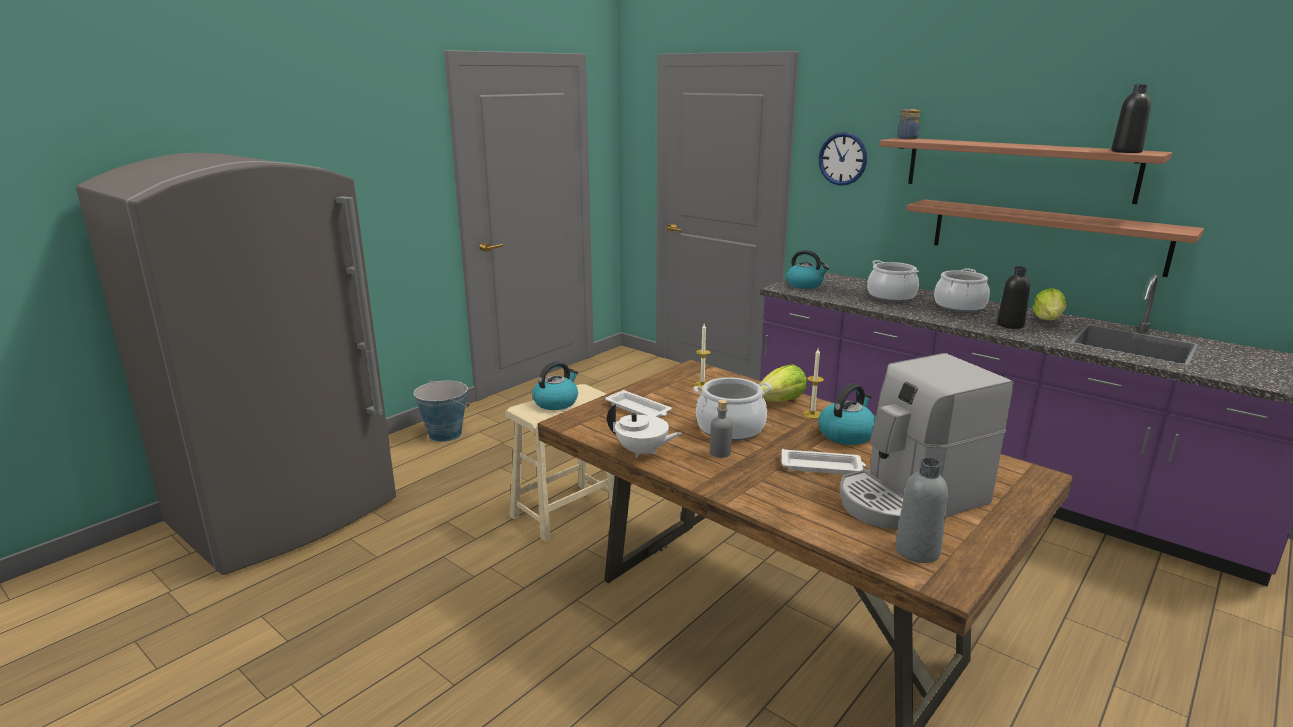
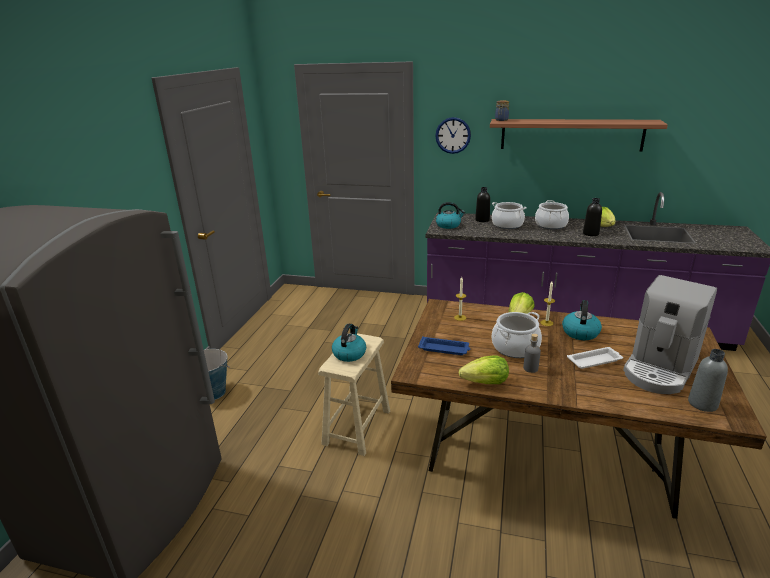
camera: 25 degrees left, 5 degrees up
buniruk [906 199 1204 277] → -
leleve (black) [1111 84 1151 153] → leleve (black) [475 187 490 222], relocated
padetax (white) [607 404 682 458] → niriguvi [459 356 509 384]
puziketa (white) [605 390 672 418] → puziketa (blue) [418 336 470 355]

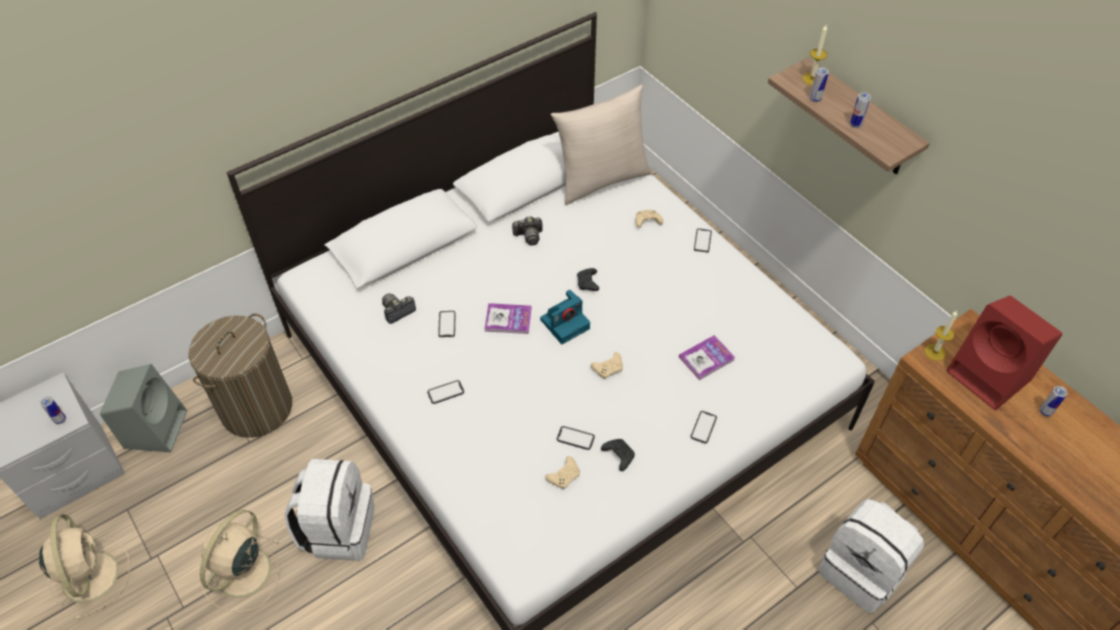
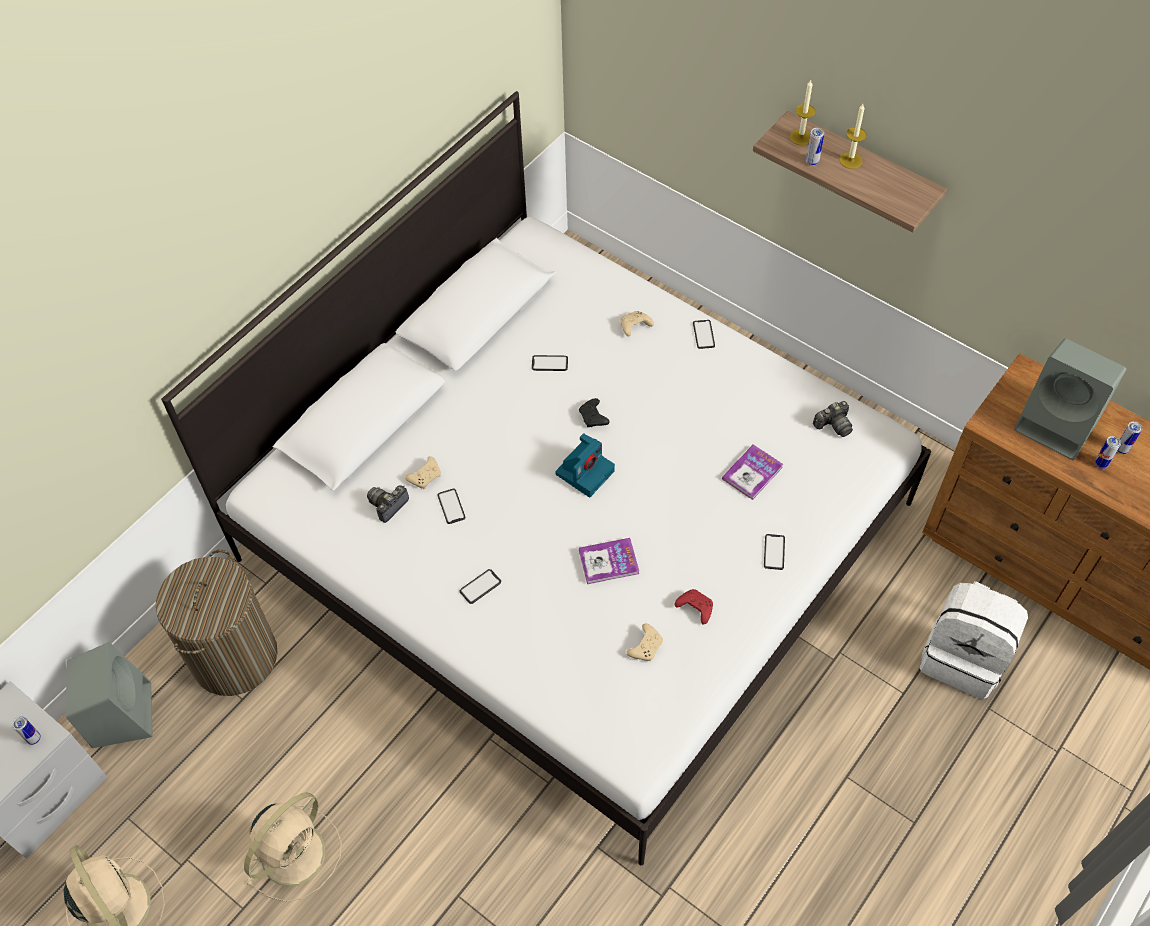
camera: 15 degrees left, 5 degrees up
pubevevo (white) [284 459 374 561] → -
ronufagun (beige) [551 84 653 205] → -
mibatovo [485 303 531 334] → mibatovo [579 538 639 584], relocated
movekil [512 216 543 245] → movekil [813 401 853 437], relocated
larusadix [557 426 595 450] → larusadix [532 355 568 371], relocated
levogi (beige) [591 352 623 379] → levogi (beige) [405 456 441 489], relocated
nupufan [850 93 871 128] → nupufan [1095 436 1121 469], relocated
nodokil [924 311 958 361] → nodokil [839 104 866 169], relocated
levogi (black) [601 439 635 471] → levogi (red) [674 589 713 625]
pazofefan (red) [946 296 1062 410] → pazofefan (grey) [1014 338 1126 461]
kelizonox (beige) [200 509 280 612] → kelizonox (beige) [244 793 342 902], 150 degrees counterclockwise

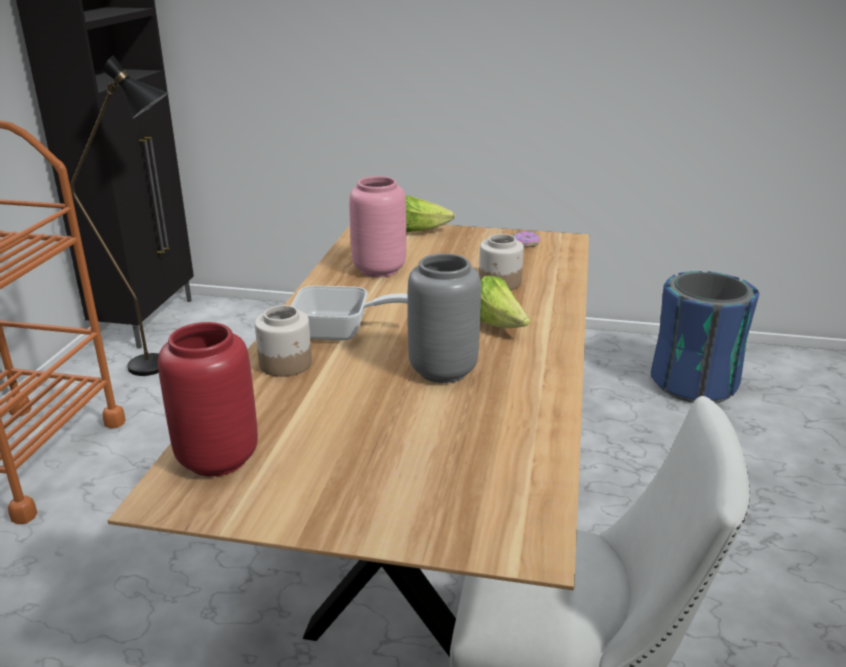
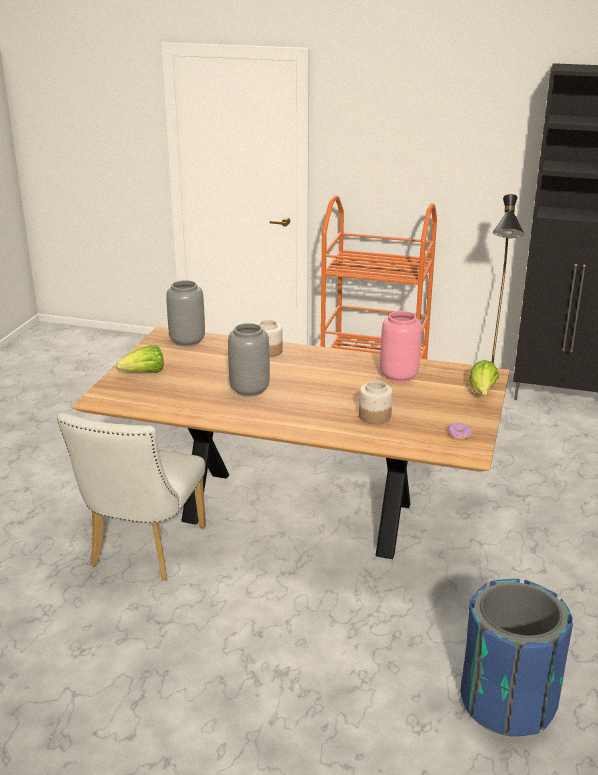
camera: 95 degrees right, 0 degrees up
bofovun [291 285 407 340] → -
niriguvi [480 276 530 328] → niriguvi [116 345 164 373], relocated
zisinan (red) [158 322 258 477] → zisinan (grey) [166 280 205 347]

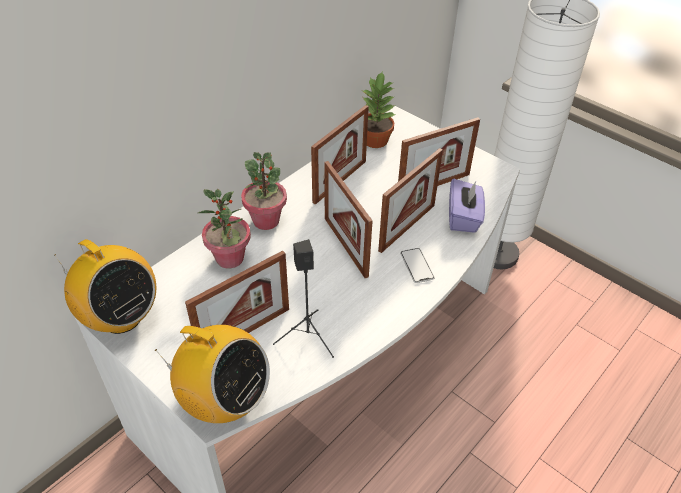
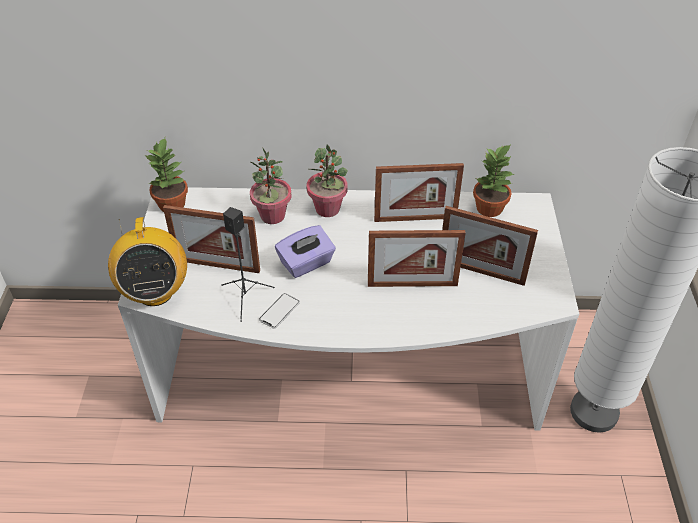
camera: 50 degrees right, 0 degrees up
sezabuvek [324 161 373 278] → -
larusadix [400 248 434 283] → larusadix [259 293 300 329], relocated
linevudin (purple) [449 178 485 233] → linevudin (purple) [275 225 336 278], relocated
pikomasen [55 239 156 334] → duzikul [145 138 188 212]

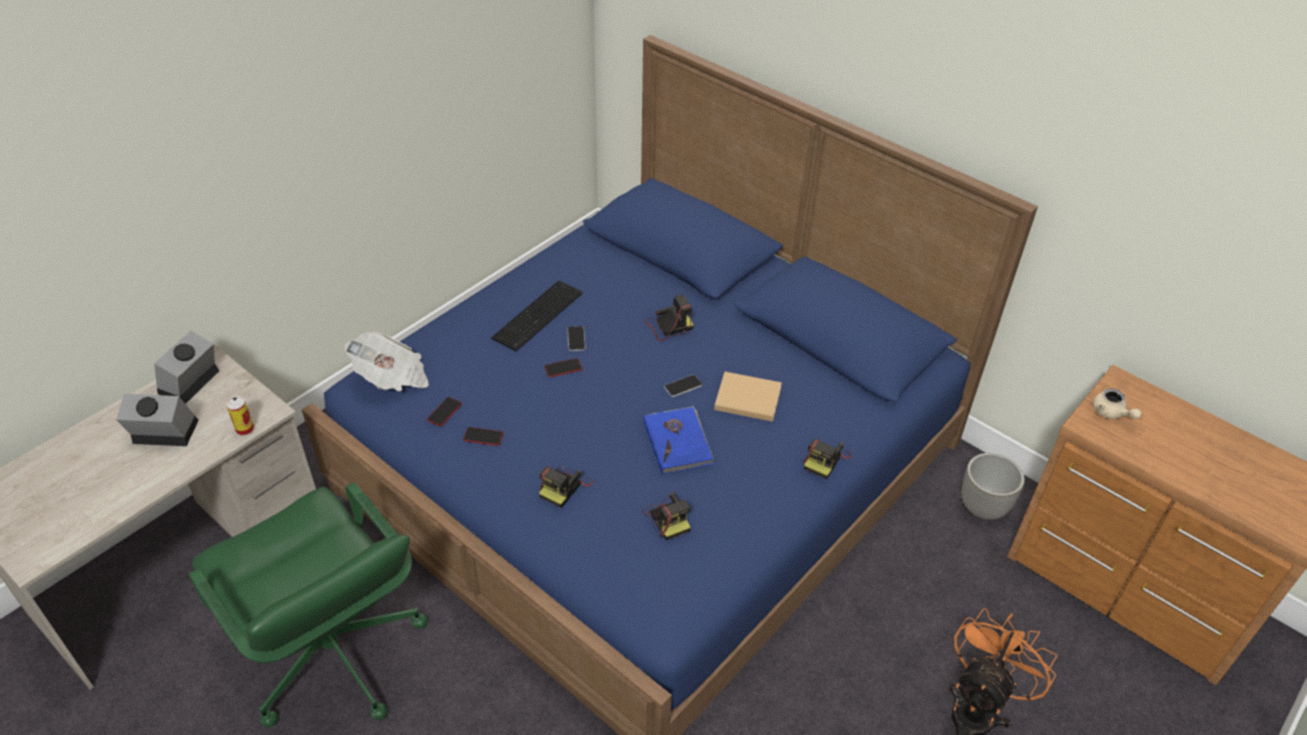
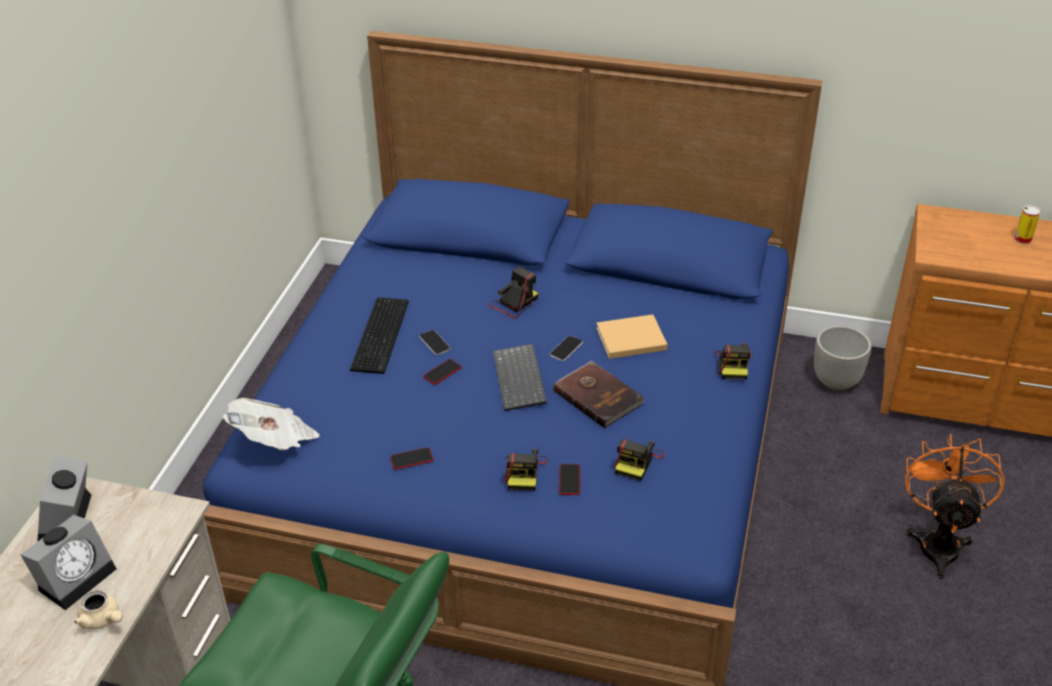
camera: 25 degrees left, 5 degrees down
- → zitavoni [493 344 547 411]
nupufan [226 396 255 436] → nupufan [1014 205 1041 245], relocated
larusadix [427 397 462 426] → larusadix [559 464 580 495], relocated
padetax (beige) [1093 388 1141 419] → padetax (beige) [74 590 123 630], relocated
mibatovo (blue) [643 406 714 475] → mibatovo (brown) [554 360 644 428]
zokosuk [116 394 199 446] → zokosuk [20 515 116 610], 150 degrees clockwise
movekil [642 492 691 540] → movekil [614 439 664 481], 75 degrees clockwise

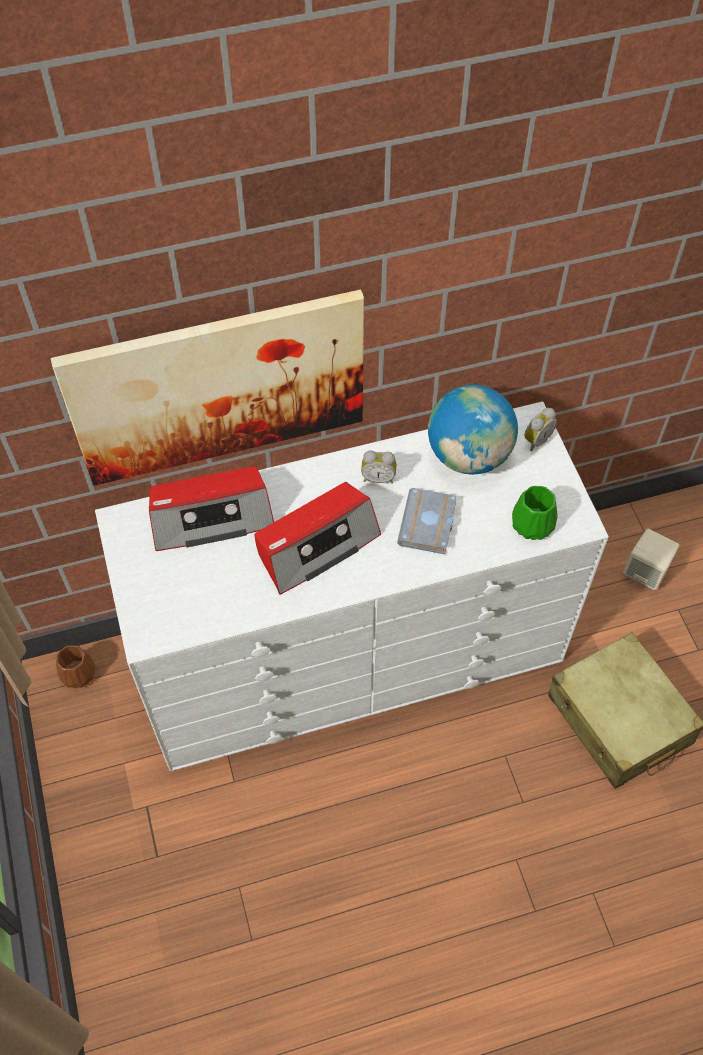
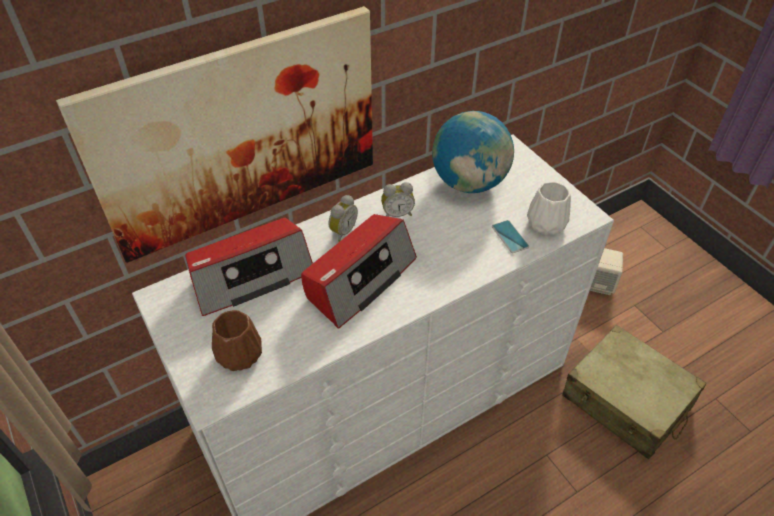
camera: 15 degrees left, 10 degrees down
mibatovo (grey) [397 488 457 554] → -
- → larusadix [492 220 529 253]
zisinan (brown) [56 645 95 688] → zisinan (brown) [212 310 262 371], relocated
zokosuk [524 408 557 451] → zokosuk [328 195 358 242], relocated
zisinan (green) [512 486 558 540] → zisinan (white) [527 182 571 235]

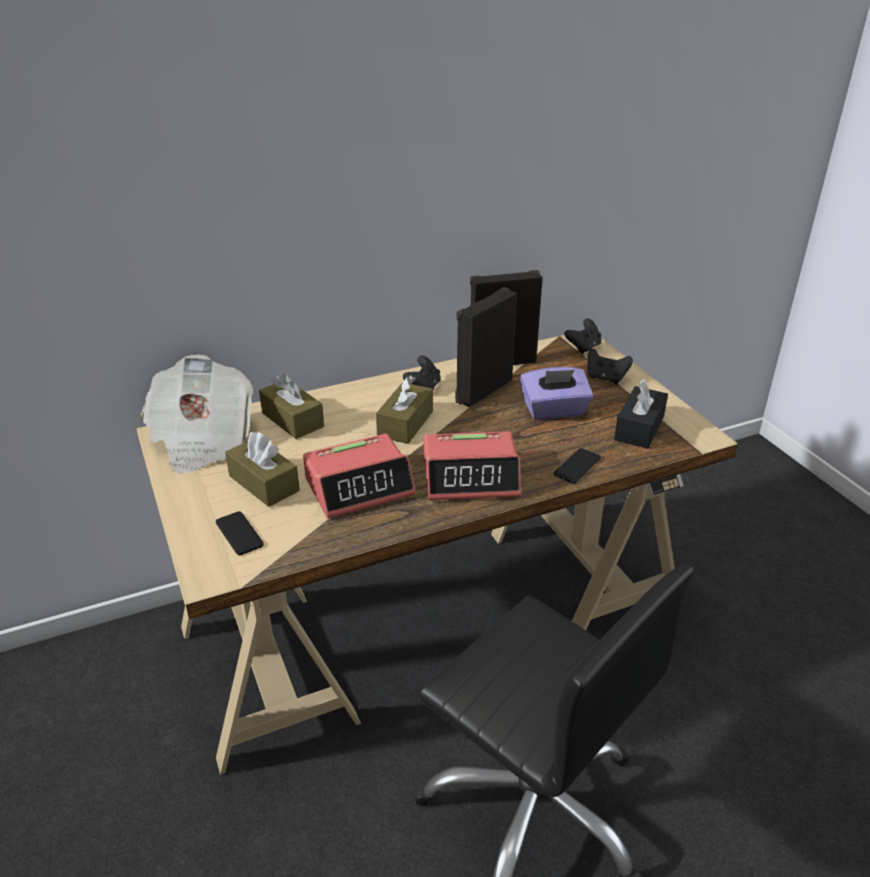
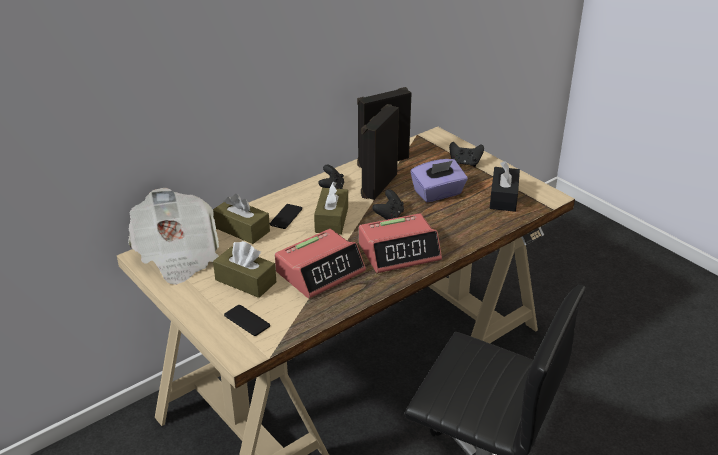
camera: 15 degrees left, 0 degrees up
larusadix [554 448 601 484] → larusadix [270 204 302 229], relocated
levogi (black) [564 318 601 354] → levogi (black) [372 189 404 220], relocated

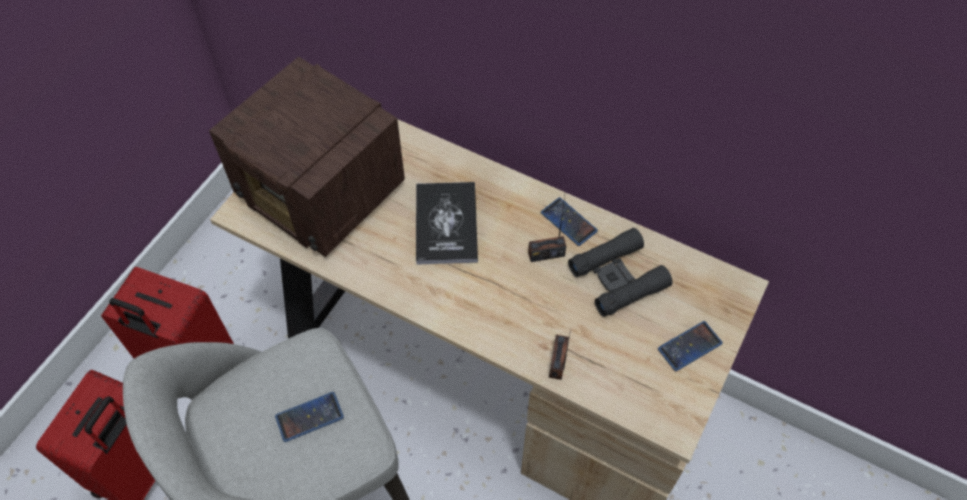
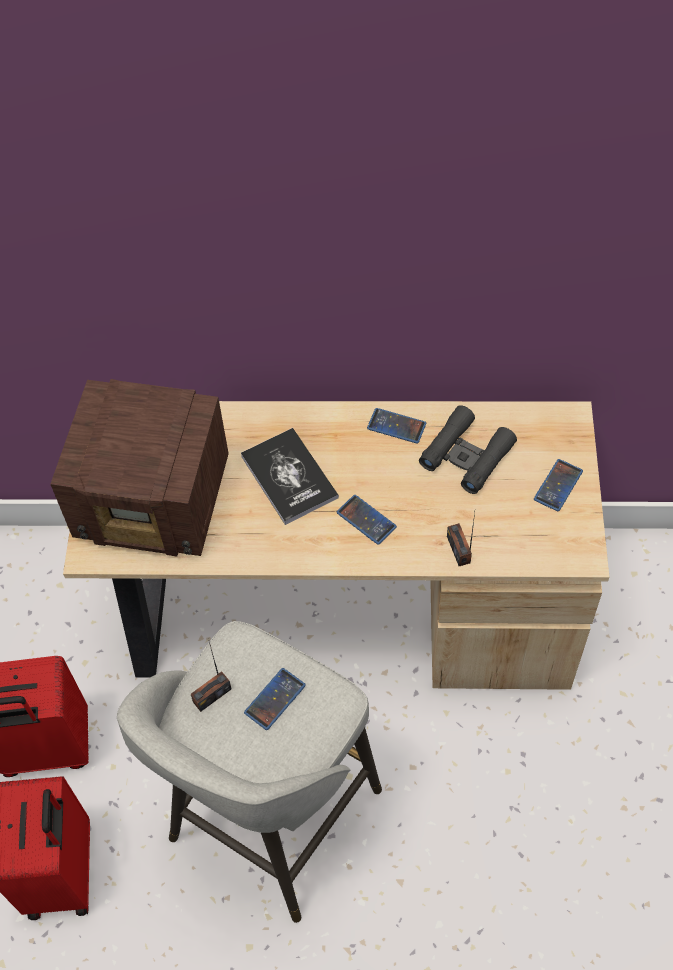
camera: 25 degrees left, 0 degrees up
- → larusadix [337 495 397 545]
pikomasen [528 196 566 262] → pikomasen [191 642 231 712], relocated

